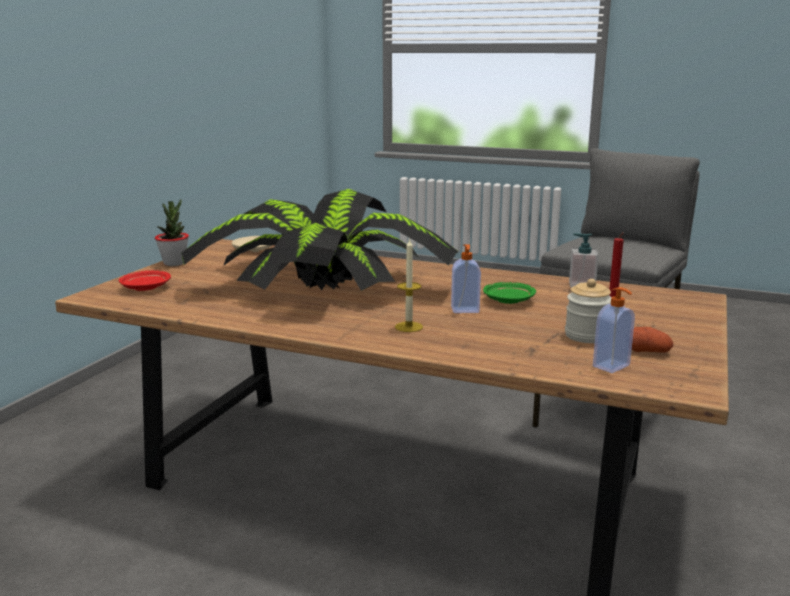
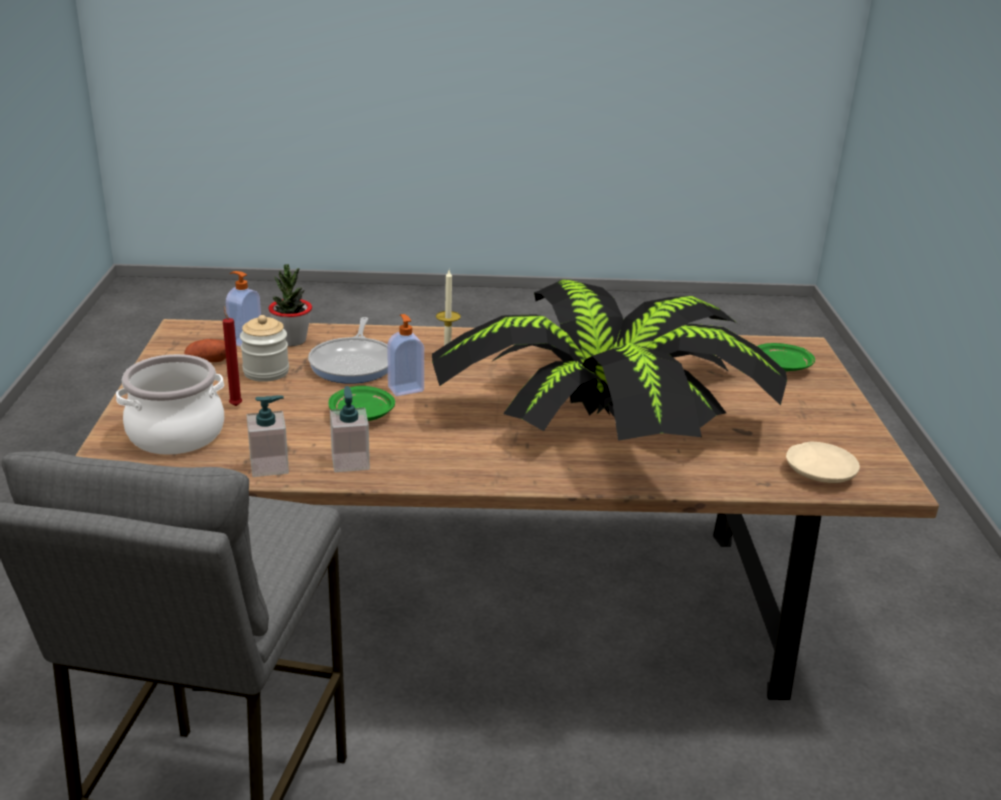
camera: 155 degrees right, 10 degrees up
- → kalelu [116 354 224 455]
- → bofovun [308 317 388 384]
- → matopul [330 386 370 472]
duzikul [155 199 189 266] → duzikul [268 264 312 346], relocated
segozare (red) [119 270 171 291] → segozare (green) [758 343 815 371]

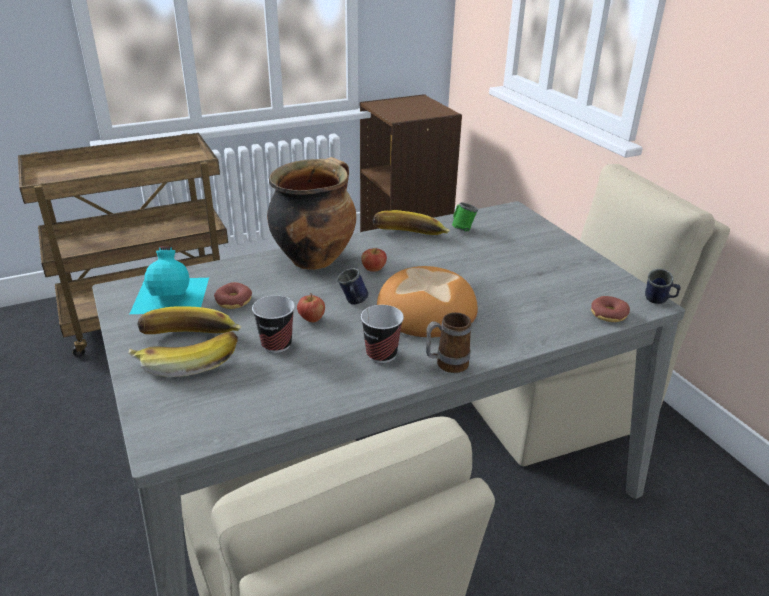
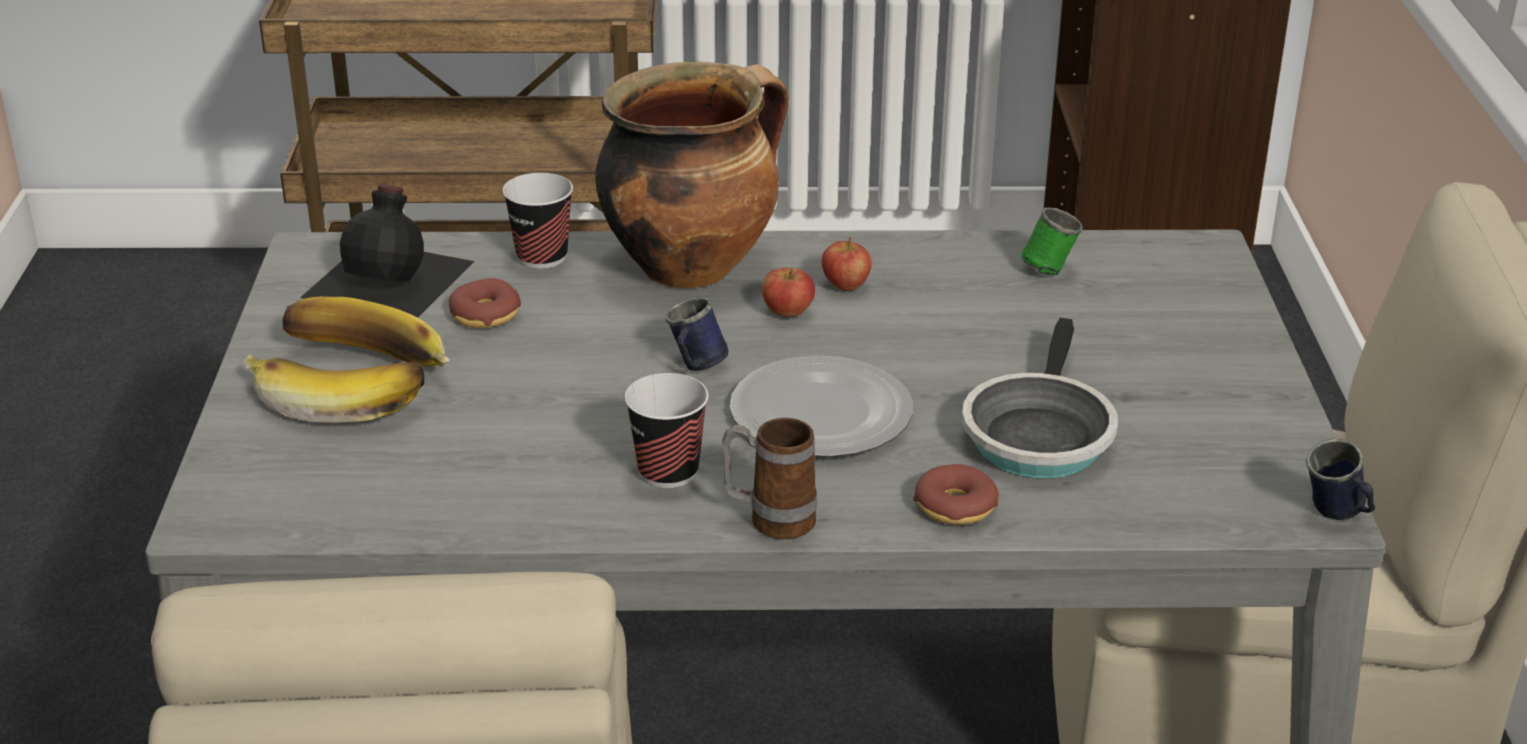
camera: 25 degrees right, 0 degrees up
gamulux [373 210 450 235] → -
- → bofovun [962 318 1118 479]
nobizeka [252 295 295 353] → nobizeka [502 173 573 269], relocated
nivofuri [297 293 325 322] → nivofuri [822 237 872 291], relocated
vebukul [591 296 630 322] → vebukul [913 464 999 525], relocated
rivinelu [377 266 478 337] → segozare [730 355 913 457]
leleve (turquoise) [130 246 209 314] → leleve (black) [300 184 475 318]

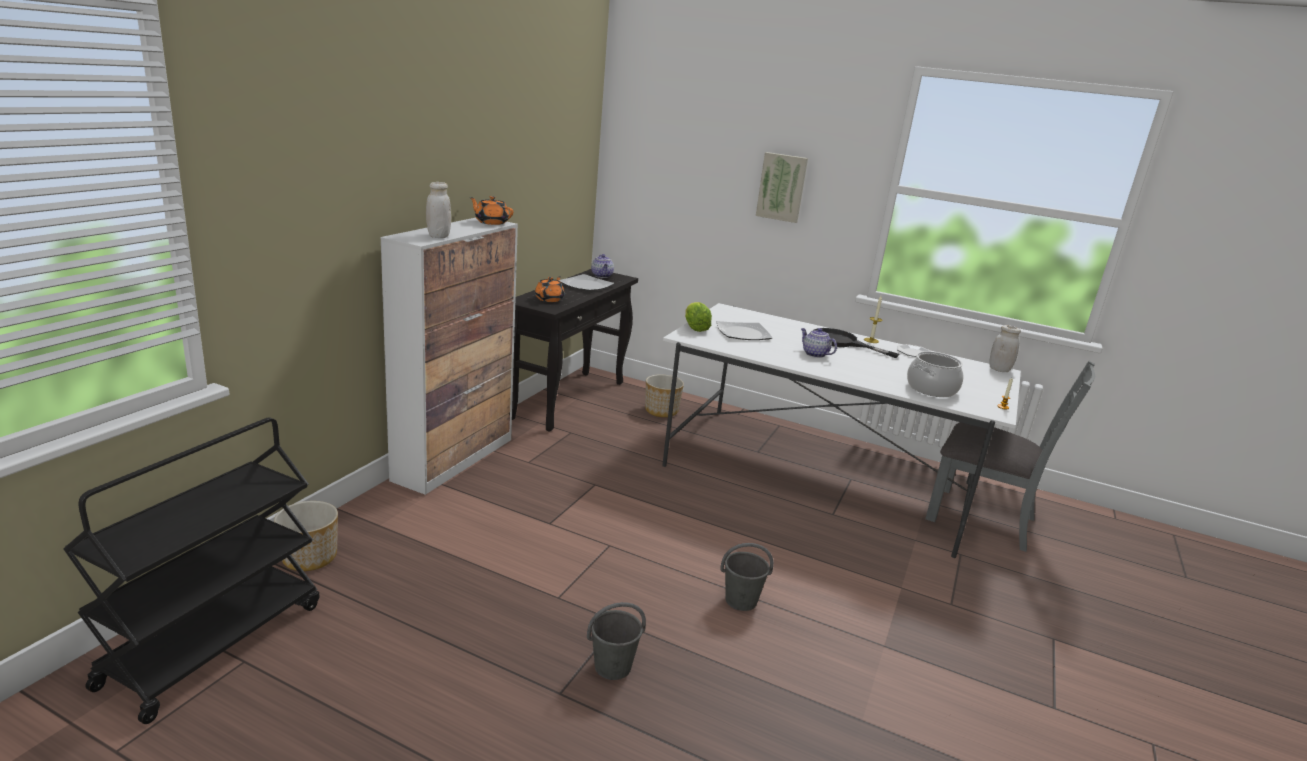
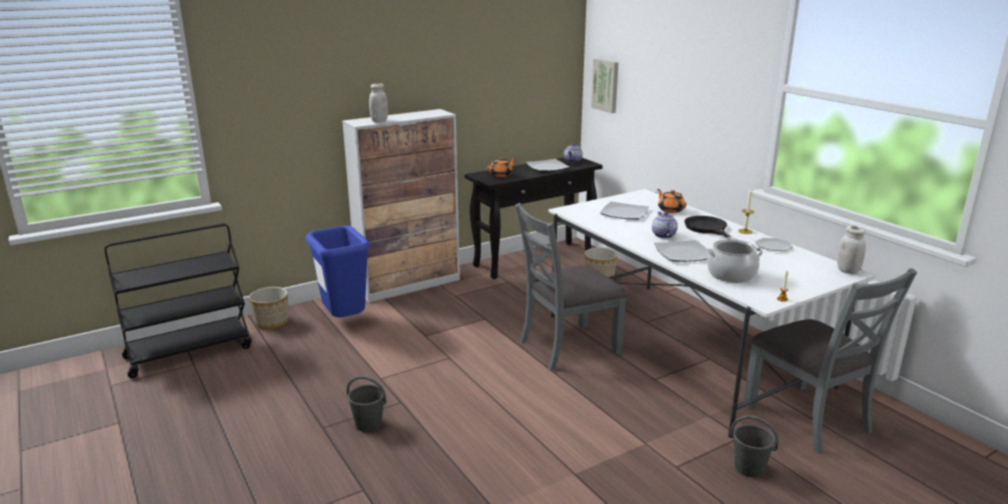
camera: 35 degrees right, 0 degrees up
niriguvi [685 302 712 332] → -
- → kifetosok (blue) [306 225 370 317]
- → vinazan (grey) [515 203 627 370]
- → segozare [654 240 709 262]
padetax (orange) [469 196 513 225] → padetax (orange) [657 189 686 213], relocated
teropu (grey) [720 543 773 611] → teropu (grey) [730 416 779 478], relocated
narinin [756 152 808 223] → narinin [591 58 619 113], relocated

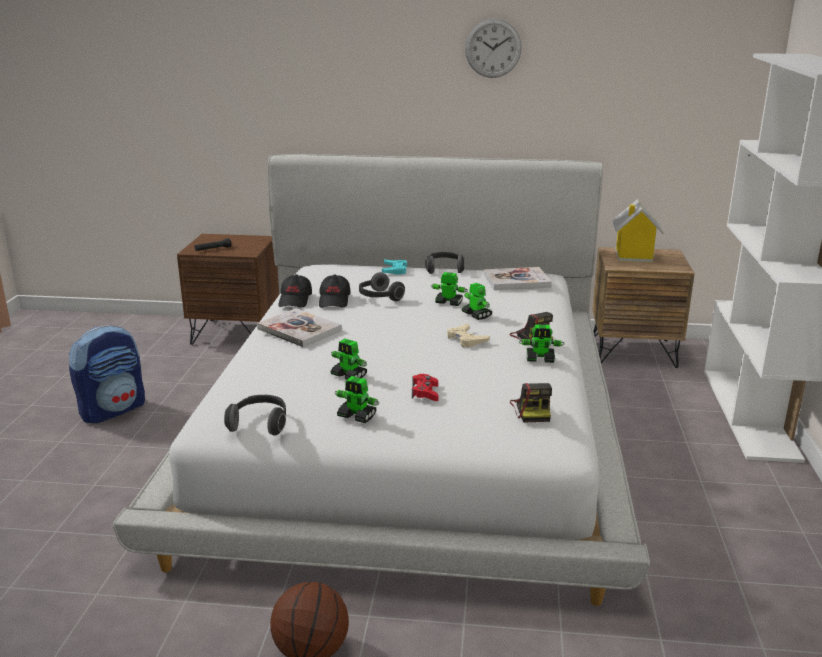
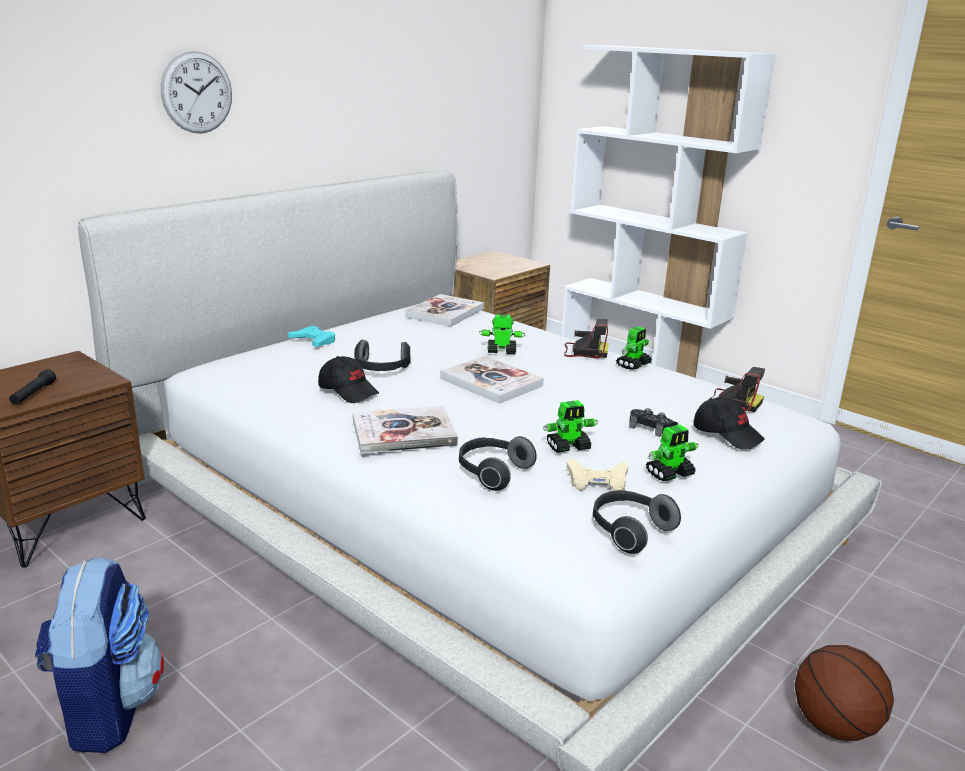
camera: 55 degrees left, 0 degrees up
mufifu [431 272 467 306] → -
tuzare [612 199 664 263] → -
- → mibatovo [440 356 544 404]
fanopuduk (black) [278 274 312 307] → fanopuduk (black) [693 397 765 449], relocated
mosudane [425 252 465 274] → mosudane [459 436 537 491], relocated
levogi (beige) [447 323 490 348] → levogi (beige) [567 458 628 491], relocated
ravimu [465 19 522 78] → ravimu [161 51 232 134], relocated
levogi (red) [412 374 439 401] → levogi (black) [629 408 678 437]

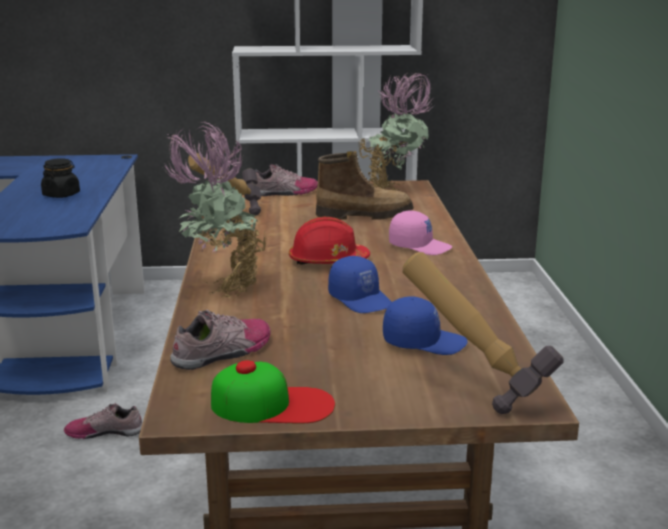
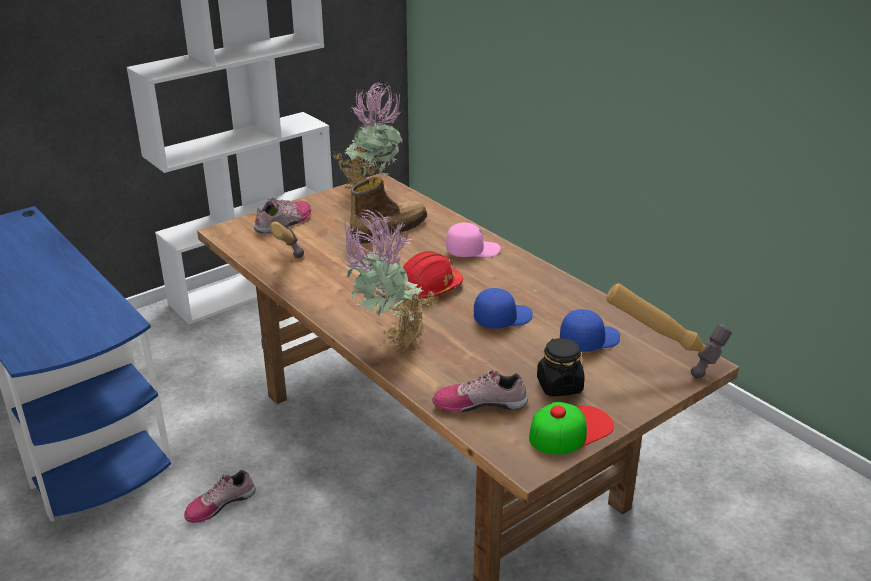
camera: 35 degrees left, 10 degrees up
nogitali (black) [41 158 80 198] → nogitali (black) [537 338 585 397], relocated
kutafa [170 310 271 370] → kutafa [432 369 528 413], 105 degrees counterclockwise
fanopuduk (blue) [328 256 392 313] → fanopuduk (blue) [474 288 533 329], 45 degrees counterclockwise

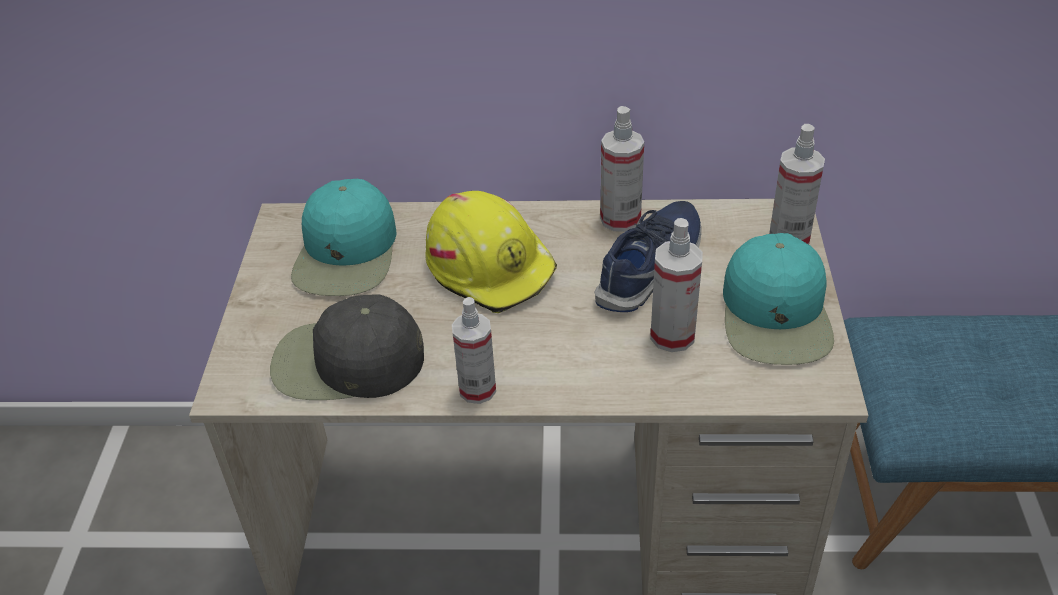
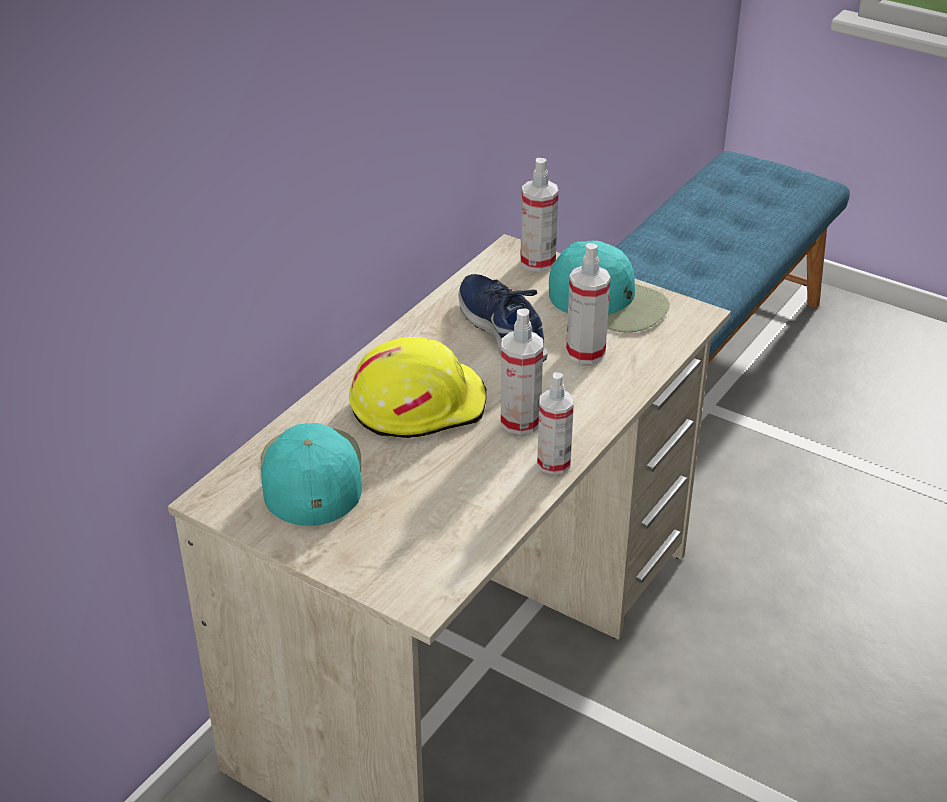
camera: 60 degrees left, 5 degrees down
fanopuduk (black) [270 294 424 400] → -
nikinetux [600 106 644 232] → nikinetux [501 308 543 435], relocated
fanopuduk (turquoise) [291 179 396 296] → fanopuduk (turquoise) [261 423 362 526], 135 degrees counterclockwise

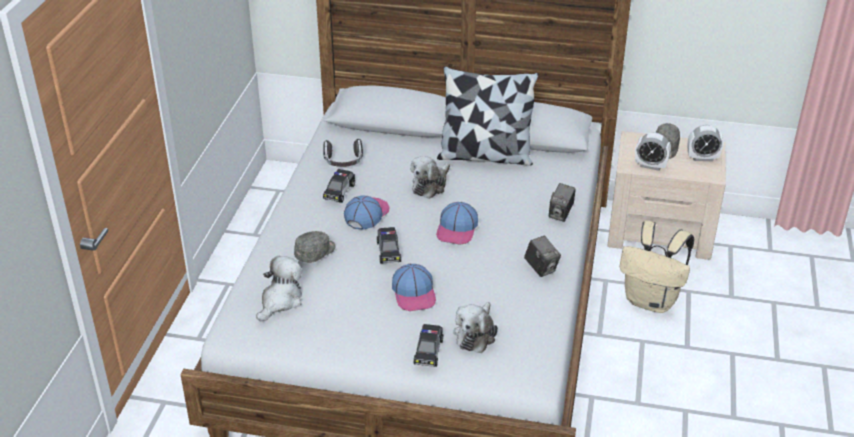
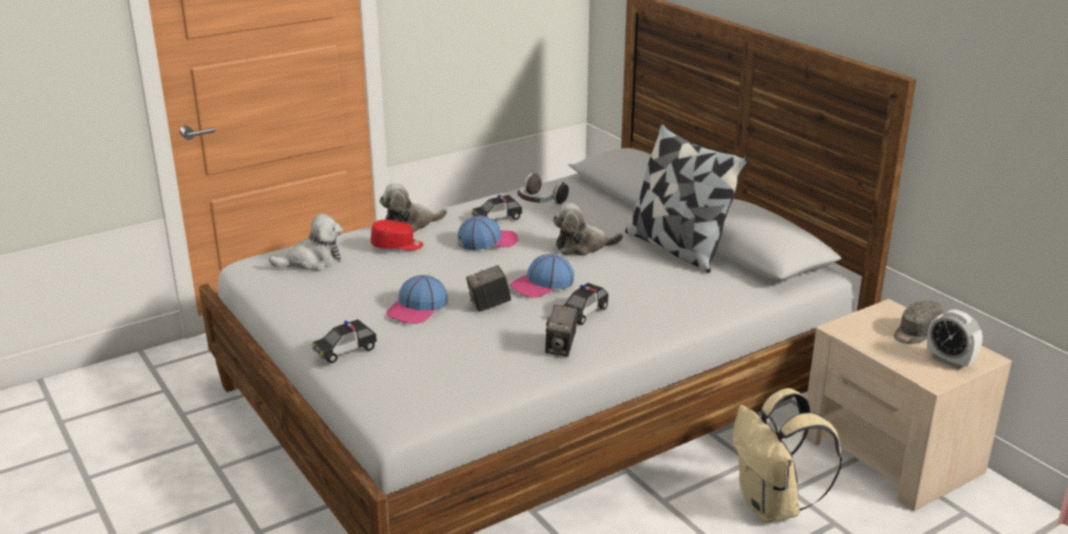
camera: 45 degrees right, 10 degrees down
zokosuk [635 132 671 171] → -
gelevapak [377 227 401 264] → gelevapak [563 283 608 325], relocated
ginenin [453 302 498 353] → ginenin [379 183 447 233], relocated
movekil [549 183 576 222] → movekil [466 265 511 312], relocated
fanopuduk (grey) [294 231 336 263] → fanopuduk (red) [371 220 423 251]

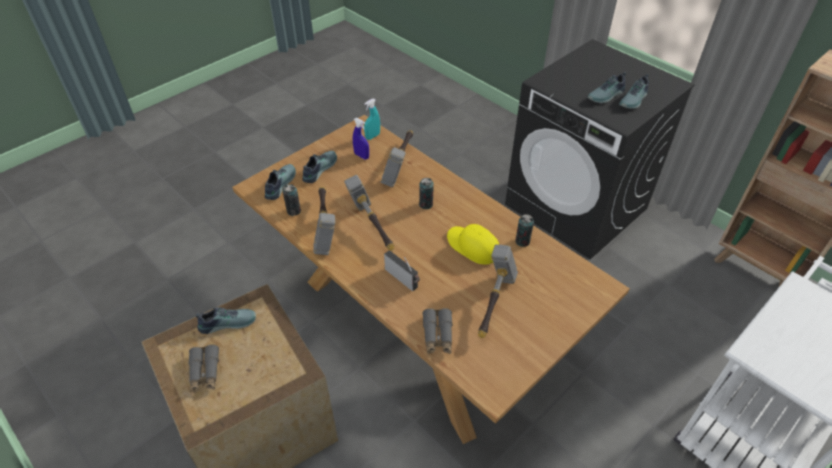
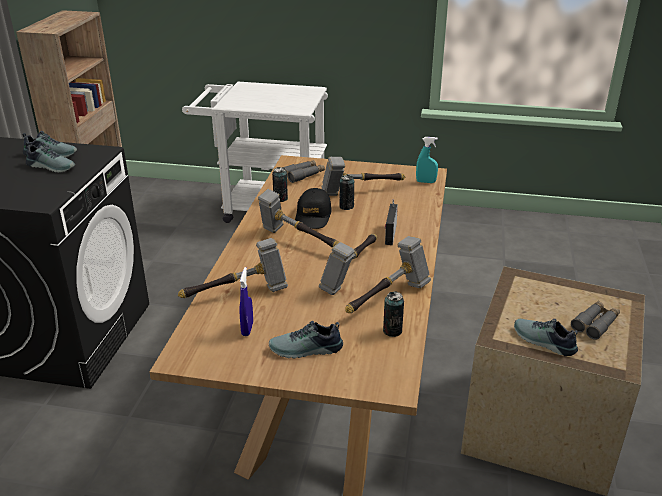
camera: 125 degrees left, 15 degrees down
kutafa [265 164 296 200] → -
- → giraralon [258 189 339 248]
nikinetux (turquoise) [364 98 380 140] → nikinetux (turquoise) [416 137 438 183], relocated
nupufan [419 178 434 209] → nupufan [339 175 354 210], relocated
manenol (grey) [422 308 453 354] → manenol (grey) [282 160 325 183], relocated
fanopuduk (yellow) [447 224 499 264] → fanopuduk (black) [295 188 332 229]

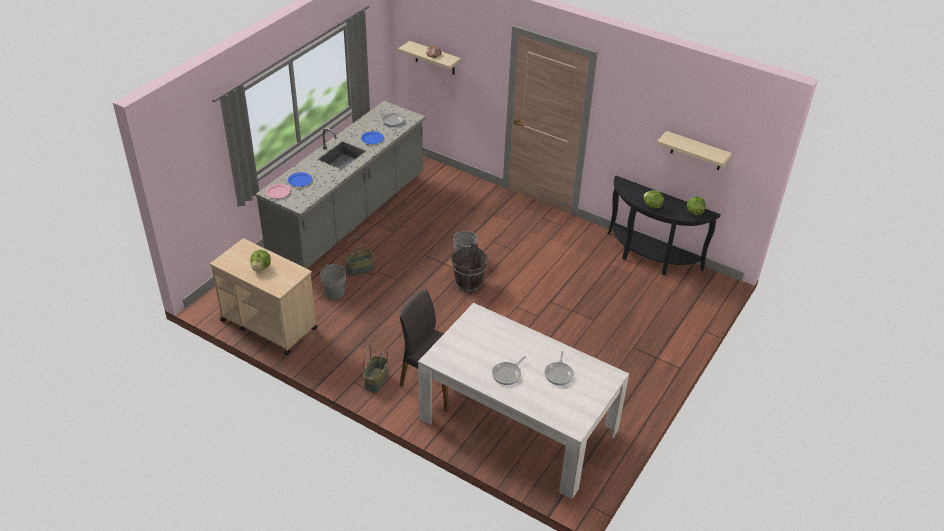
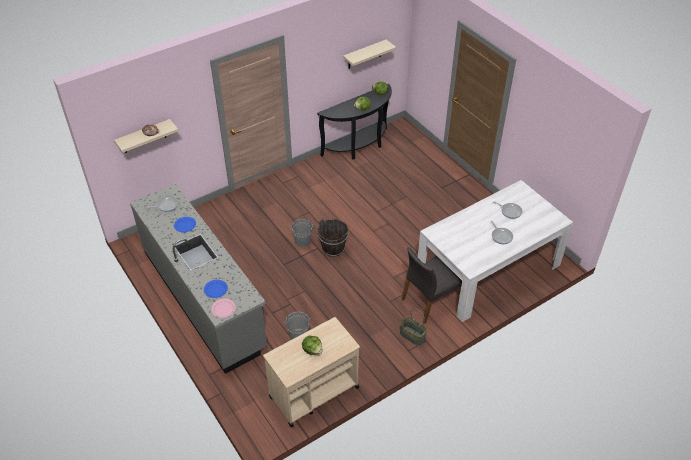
camera: 65 degrees left, 5 degrees up
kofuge [344 236 375 276] → -

